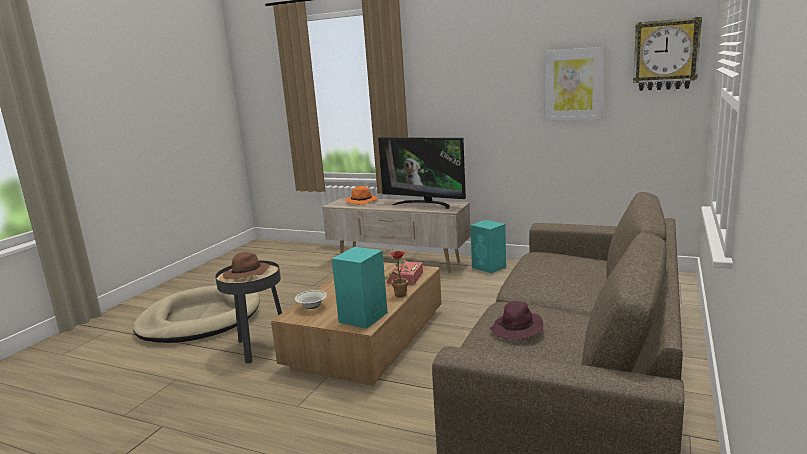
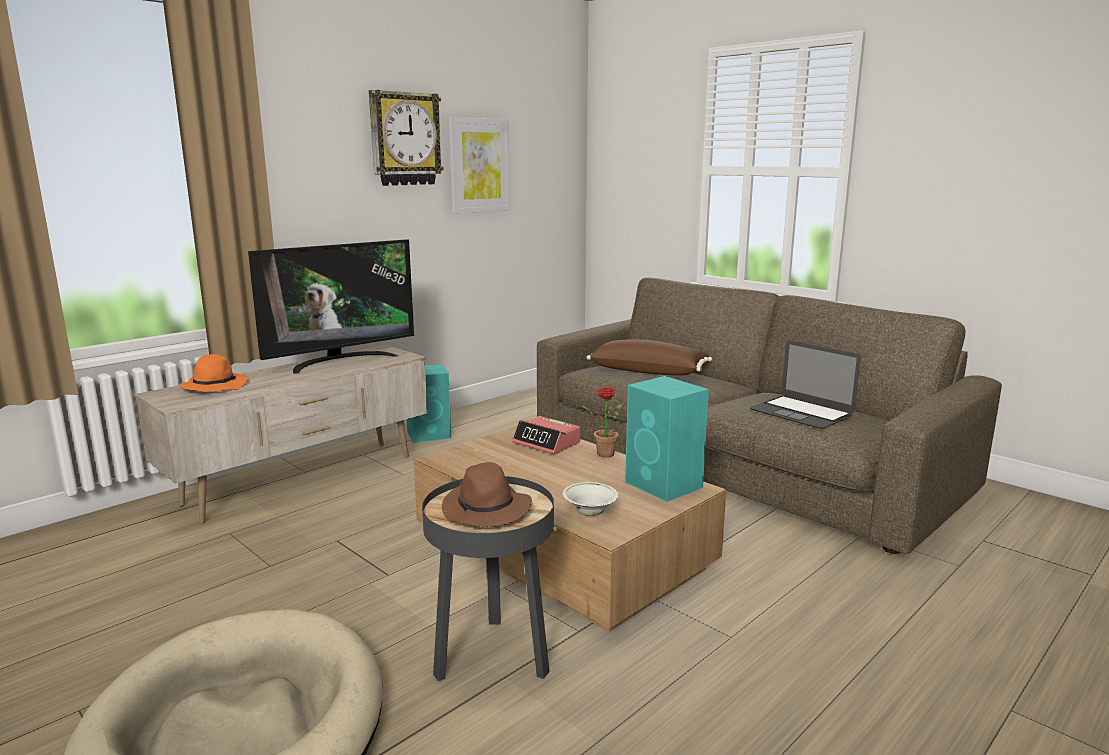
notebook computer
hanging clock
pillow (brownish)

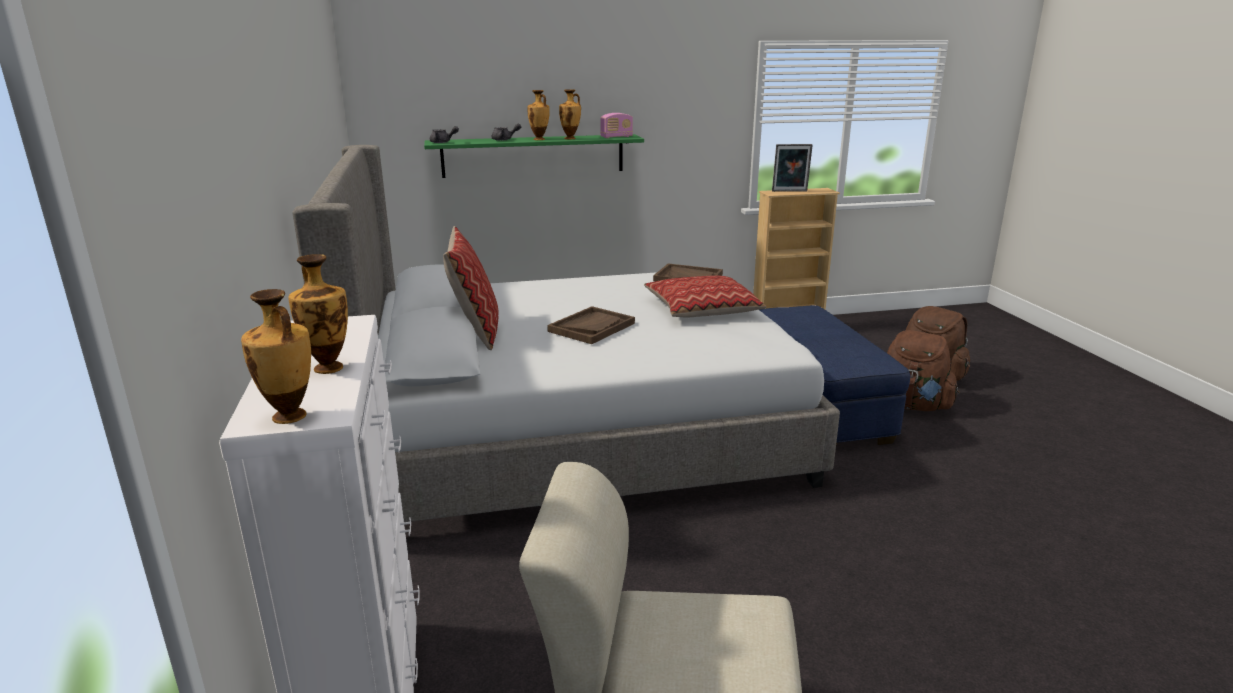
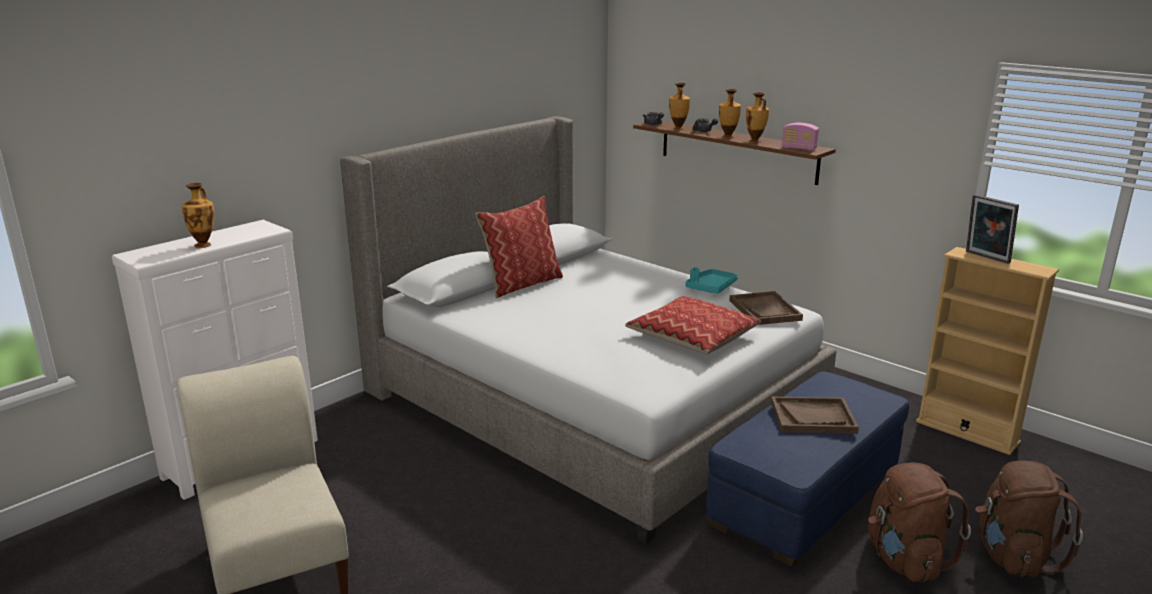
flower vase (2nd from left)
bracket shelf (brownish)
carrying tray (brownish) (2nd from left)
carrying tray (turquoise)

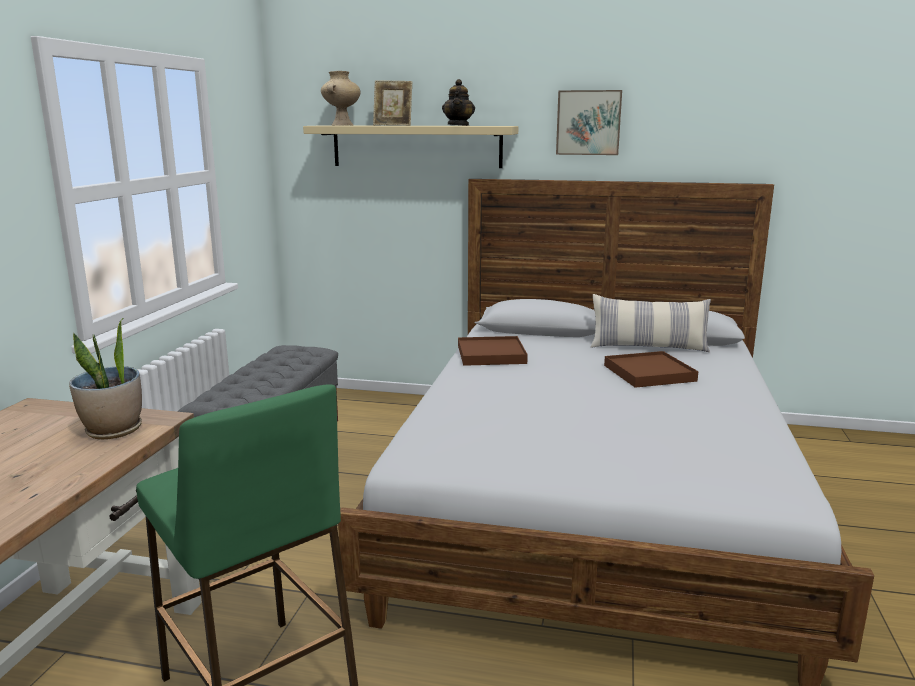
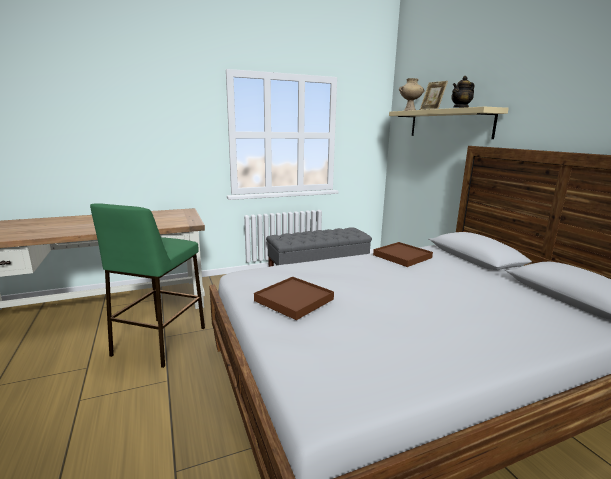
houseplant
wall art
pillow
carrying tray (brownish) (1st from left)

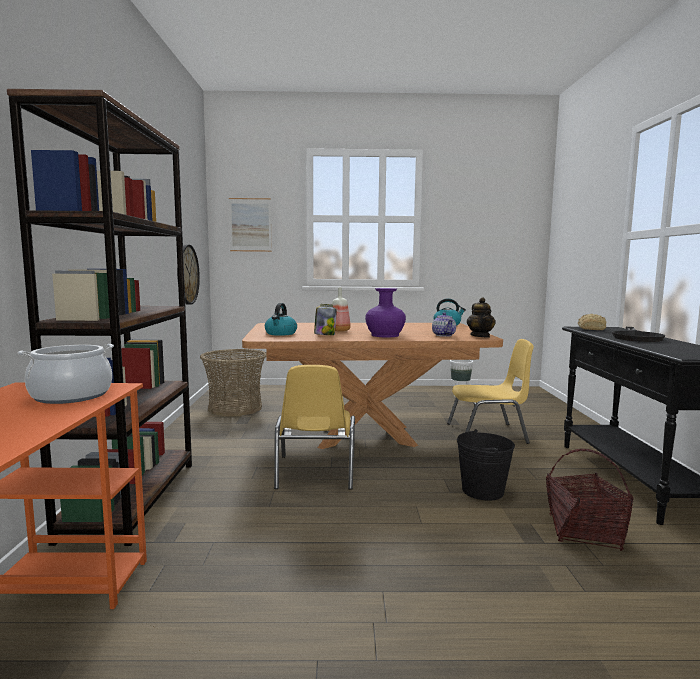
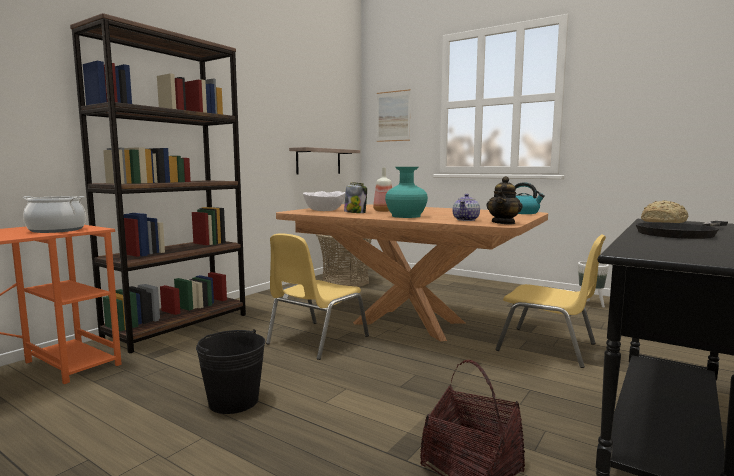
bracket shelf
bowl (white)
flower vase (turquoise)
bucket (blackish)

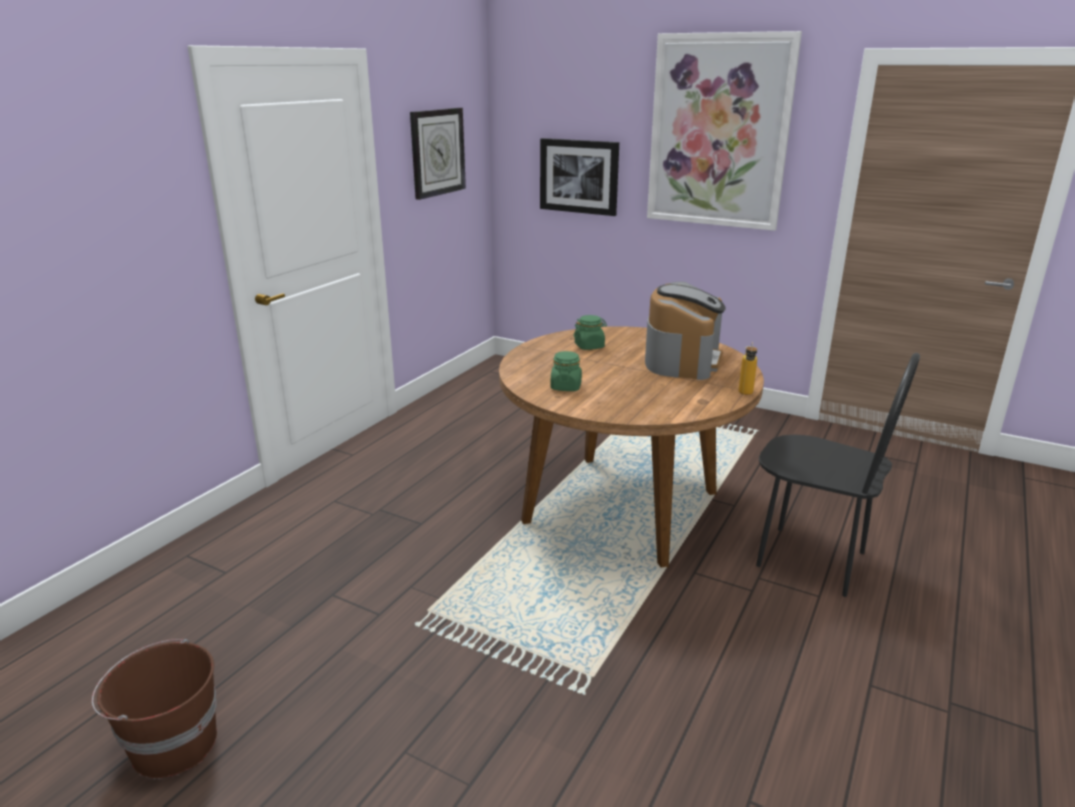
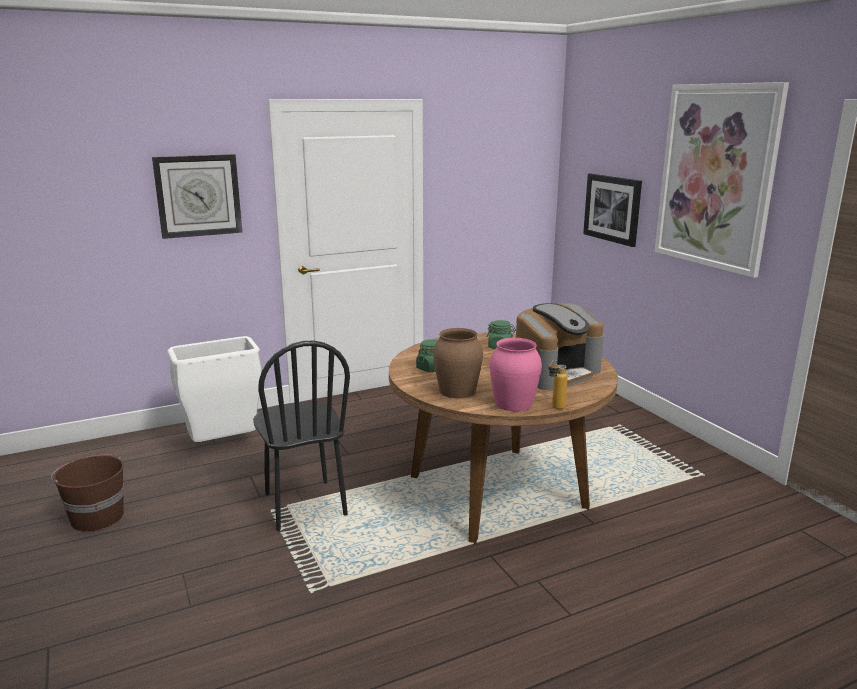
hanging clock
upright chair (blackish)
rubbish bin (white)
flower vase (brownish)
flower vase (pink)

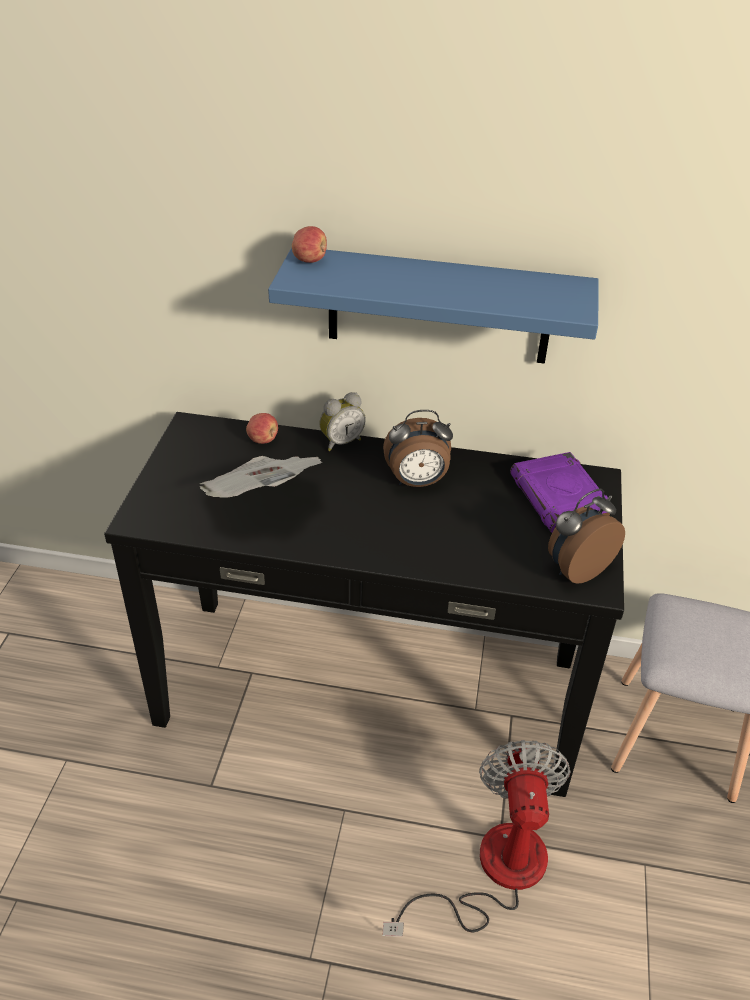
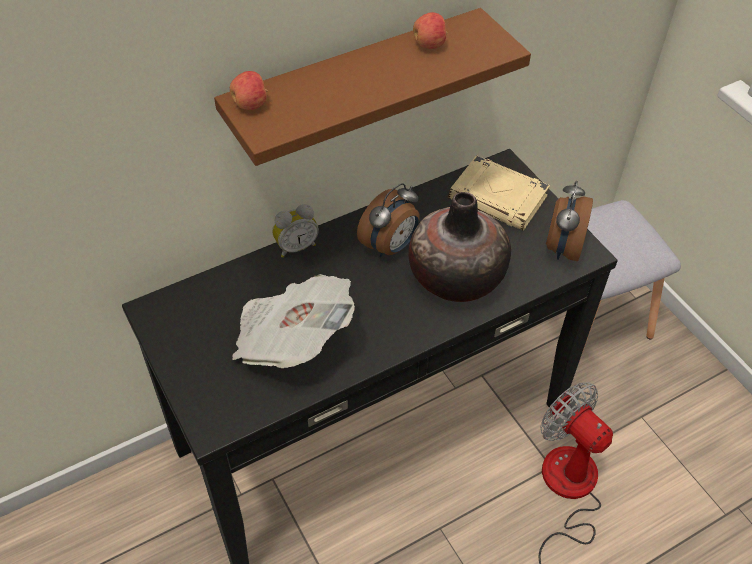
whole apple (2nd from left)
bracket shelf (brownish)
bedside clock (1st from left)
bound book (beige-coloured)
flower vase

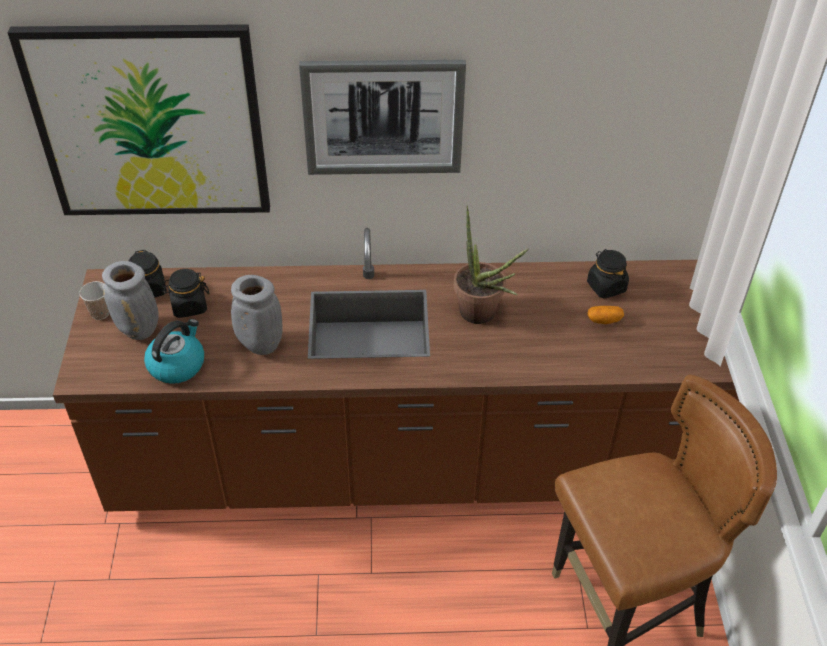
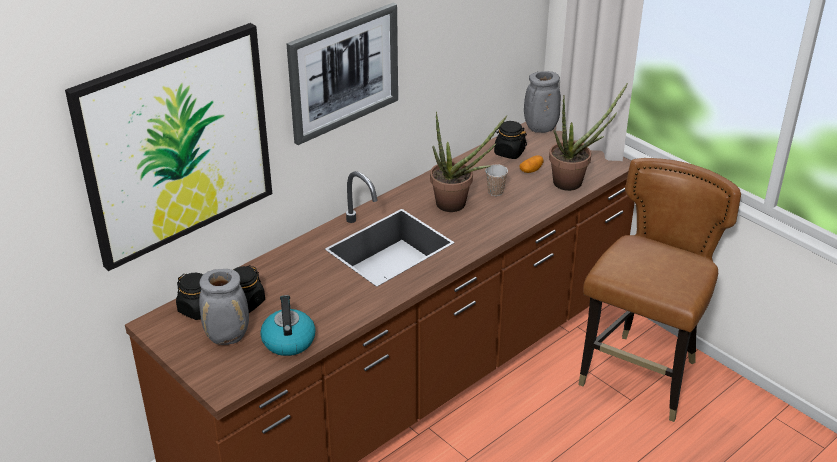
drinking cup
flower vase (greyish) (2nd from left)
houseplant (2nd from left)

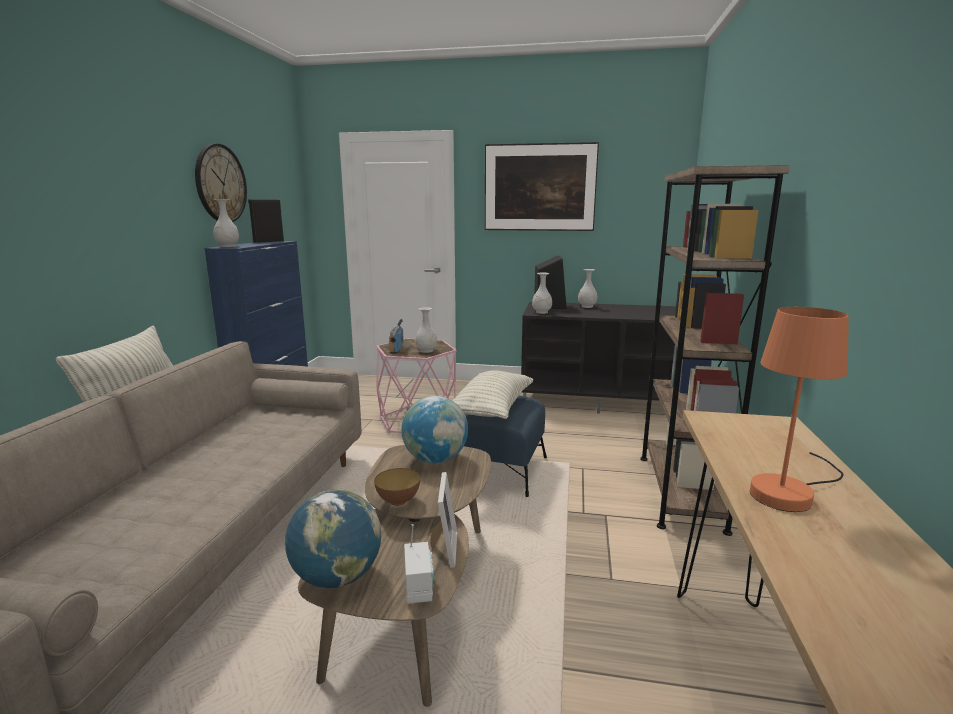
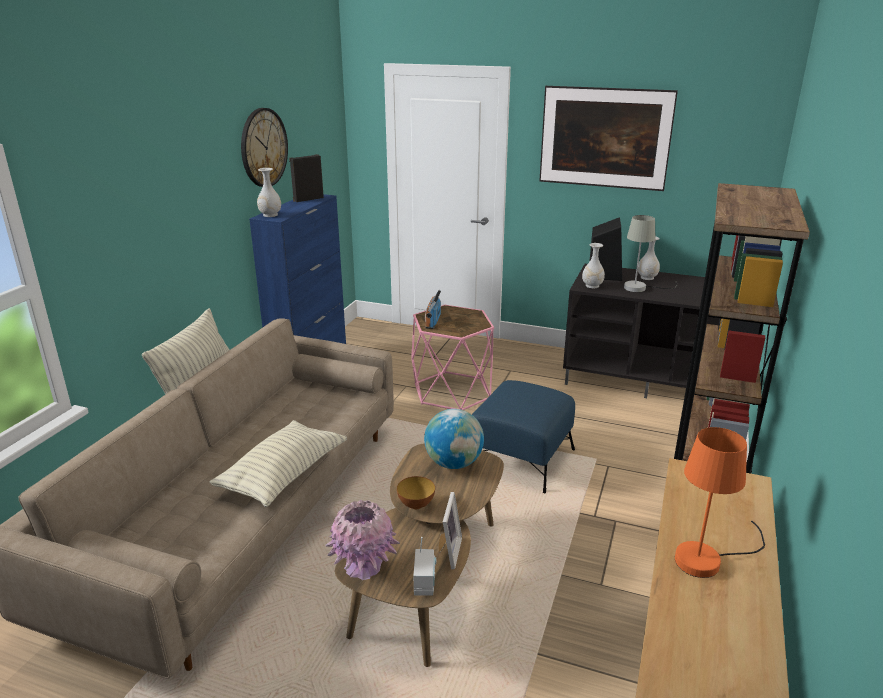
flower vase (pink)
flower vase (white) (2nd from left in the first image)
pillow (2nd from left)
table lamp (greyish)

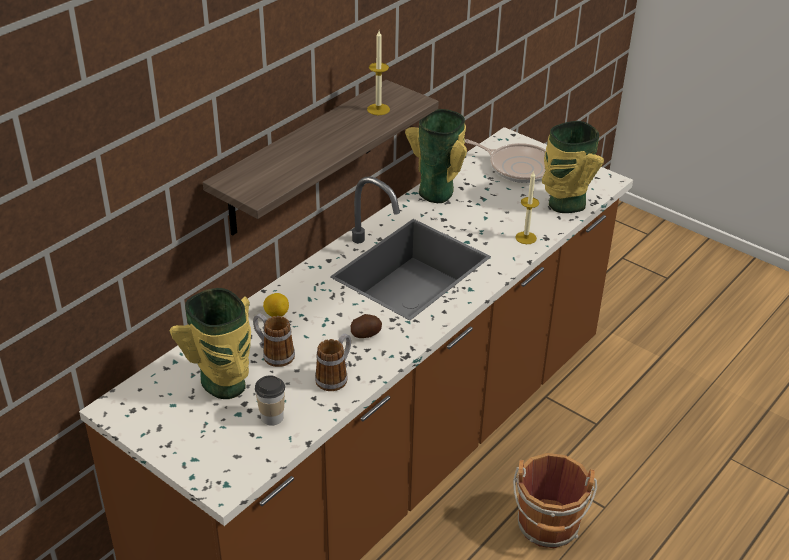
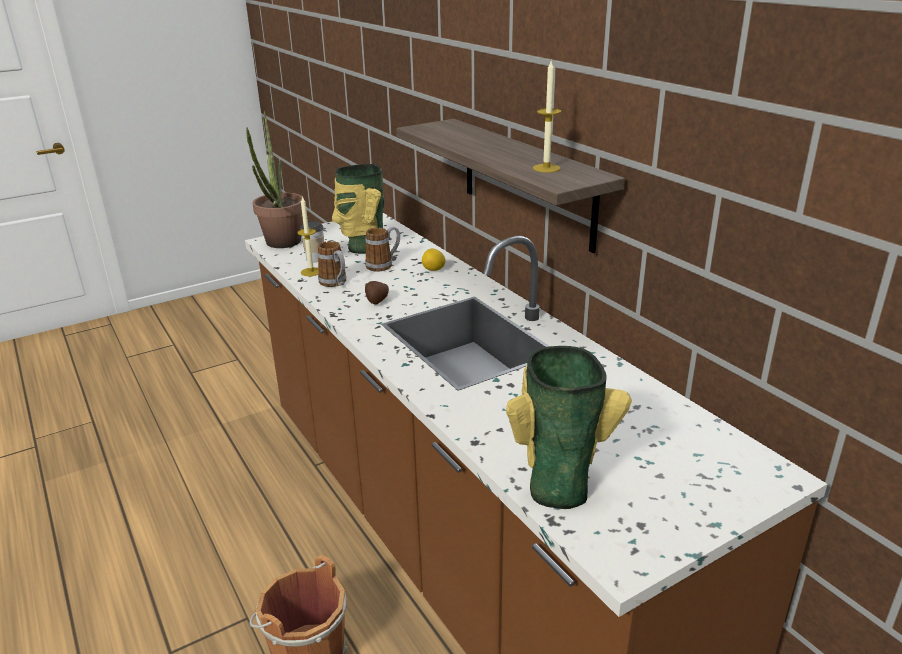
flower vase (2nd from left in the first image)
skillet
candle (1st from left)
houseplant

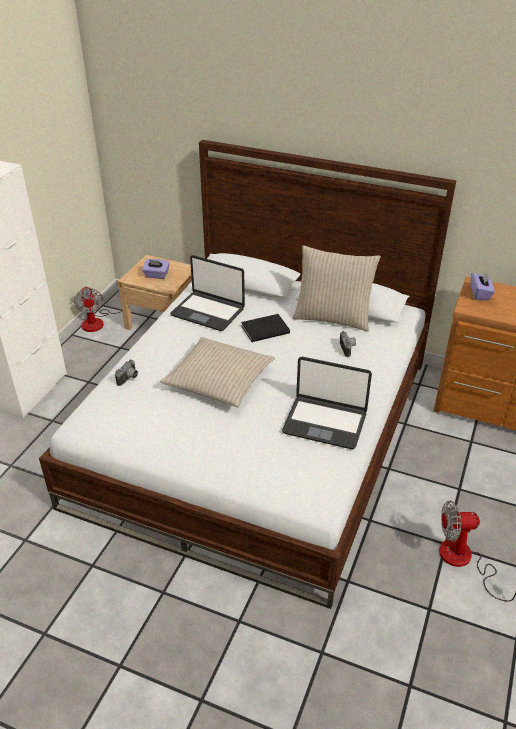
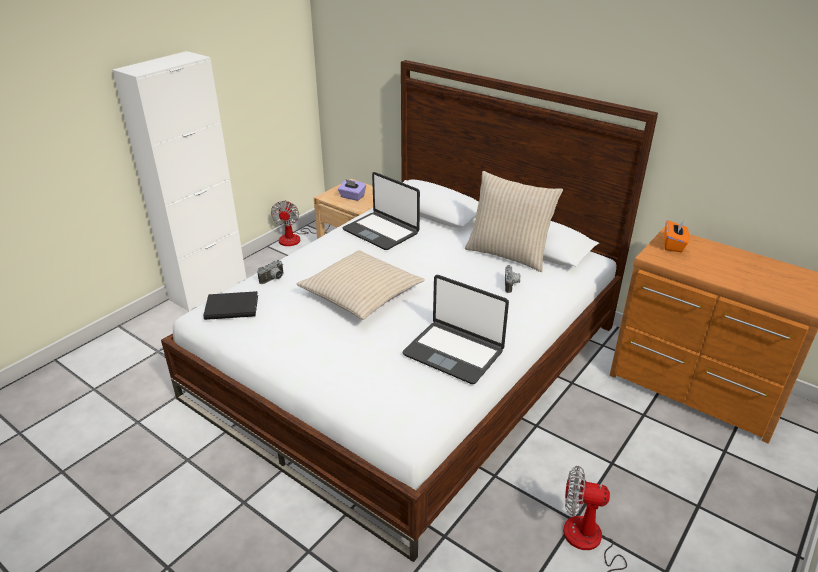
bound book (blackish)
box of tissues (orange)

